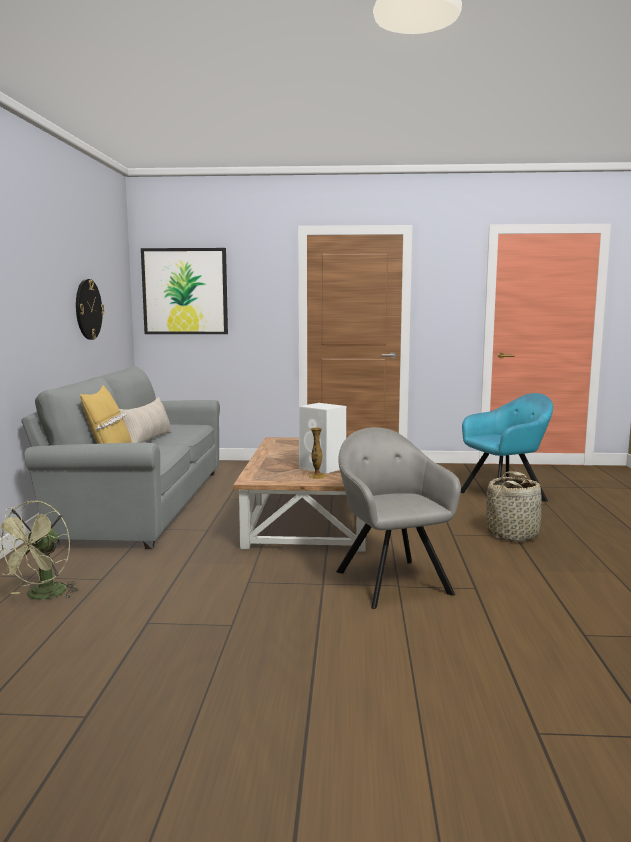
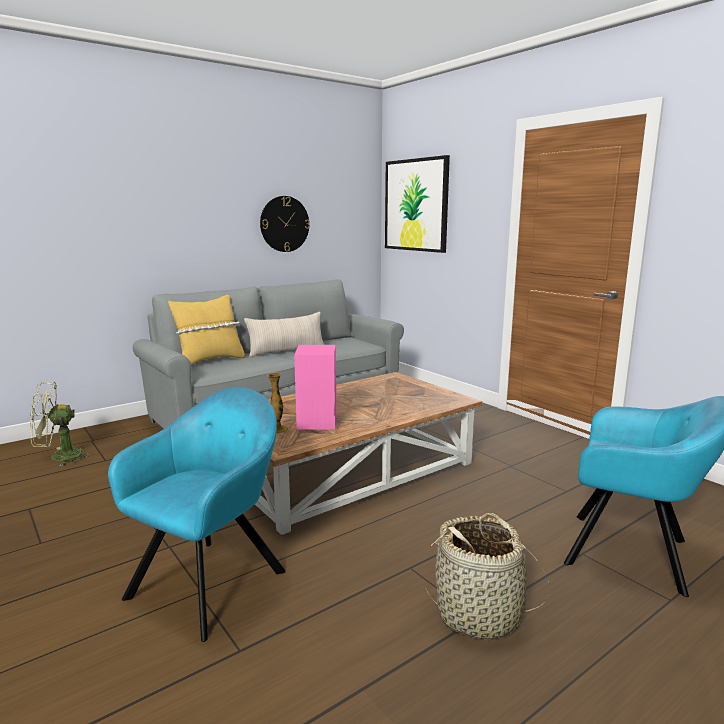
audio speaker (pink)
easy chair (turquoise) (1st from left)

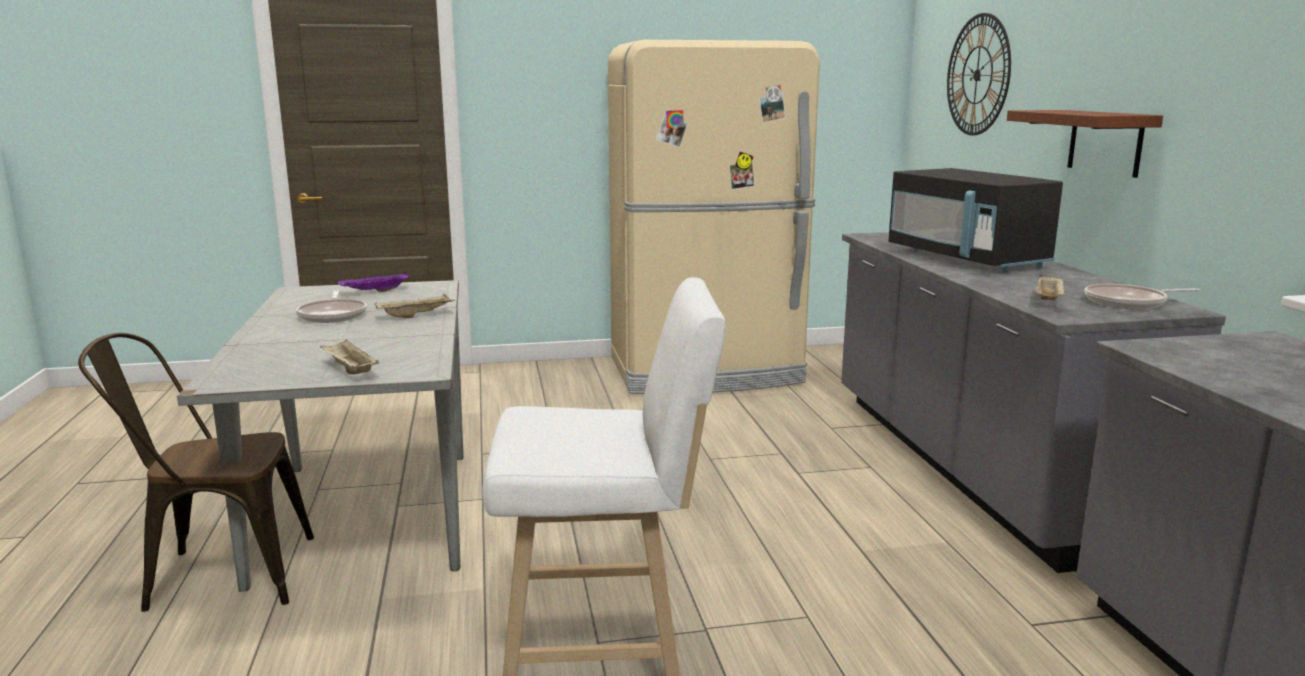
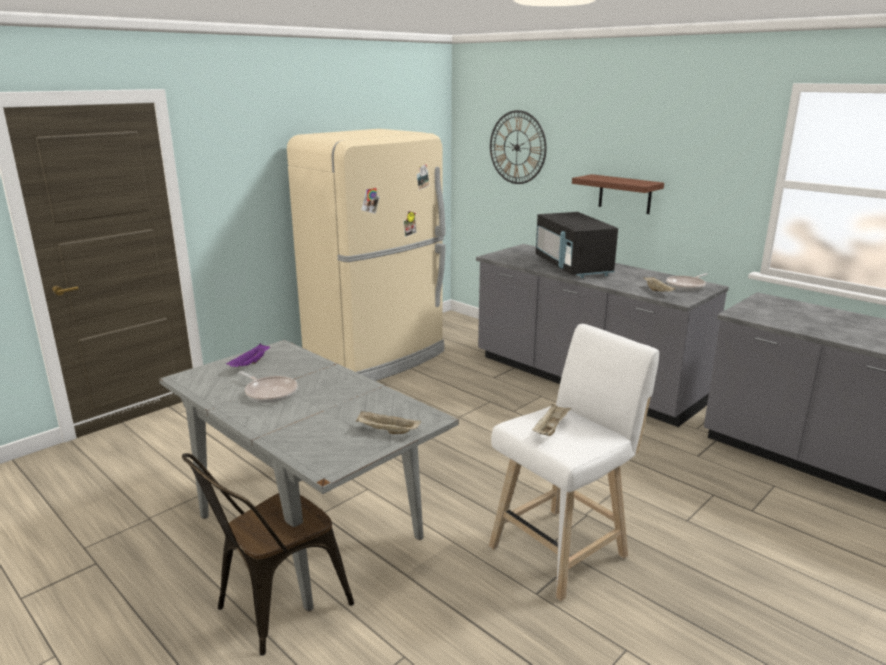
carrying tray (beige-coloured) (2nd from left)
microwave oven (blackish)

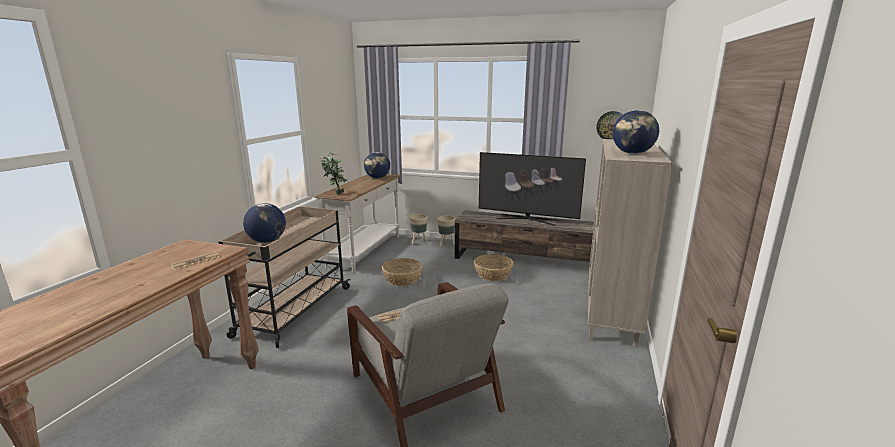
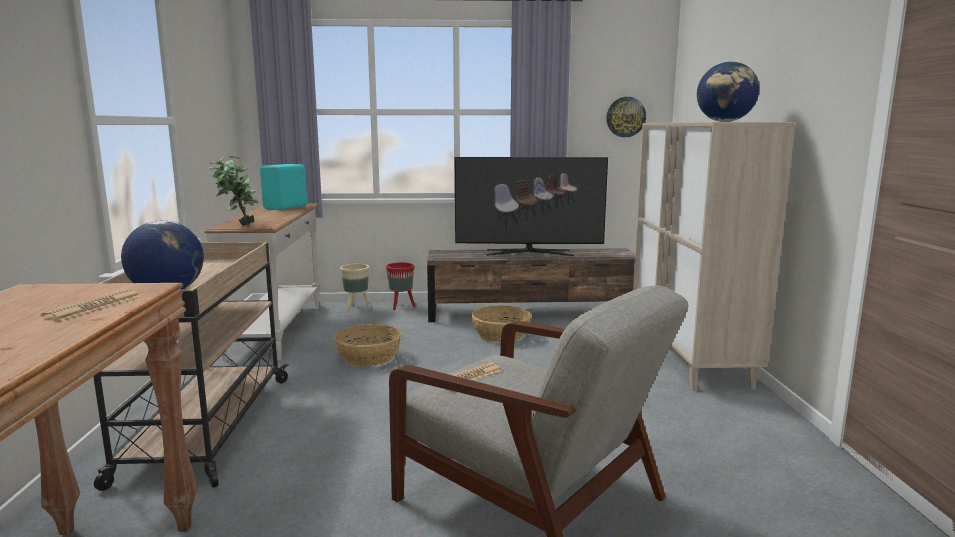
audio speaker (turquoise)
plant pot (red)

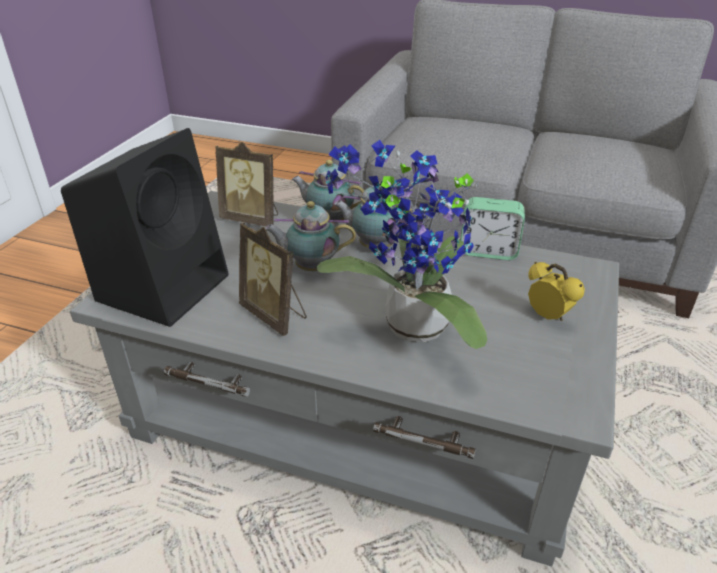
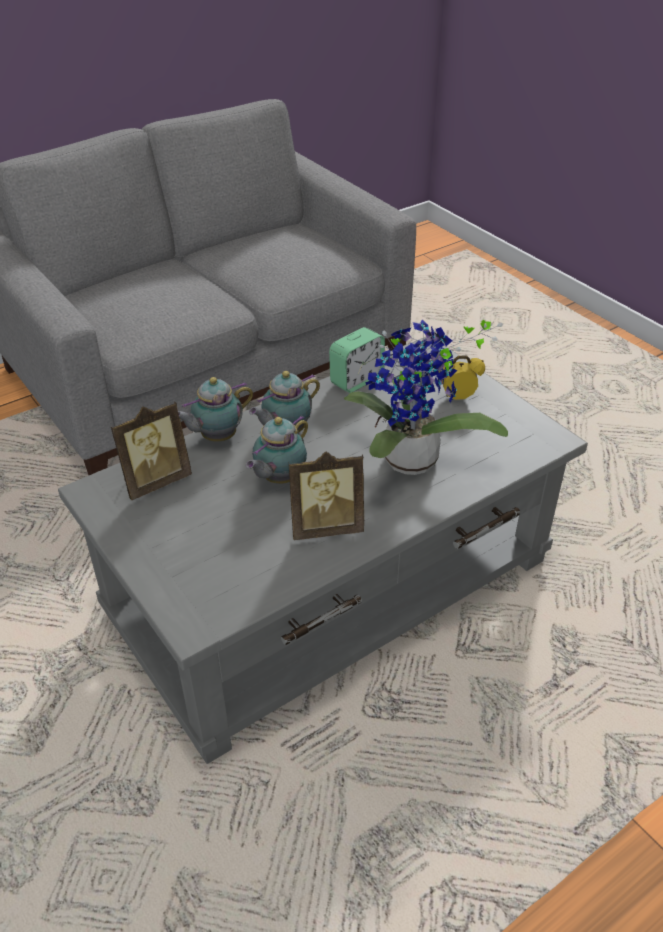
audio speaker (blackish)

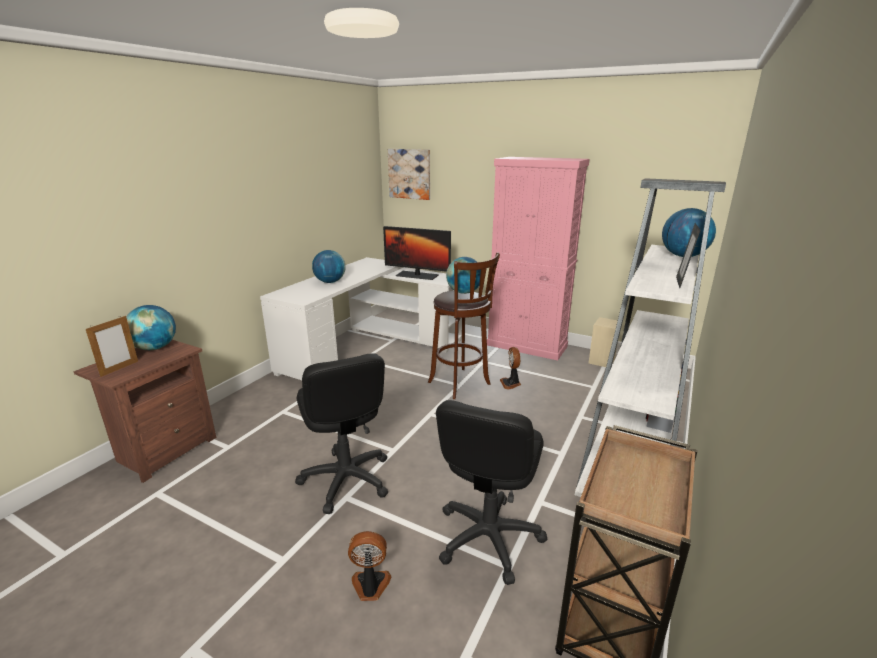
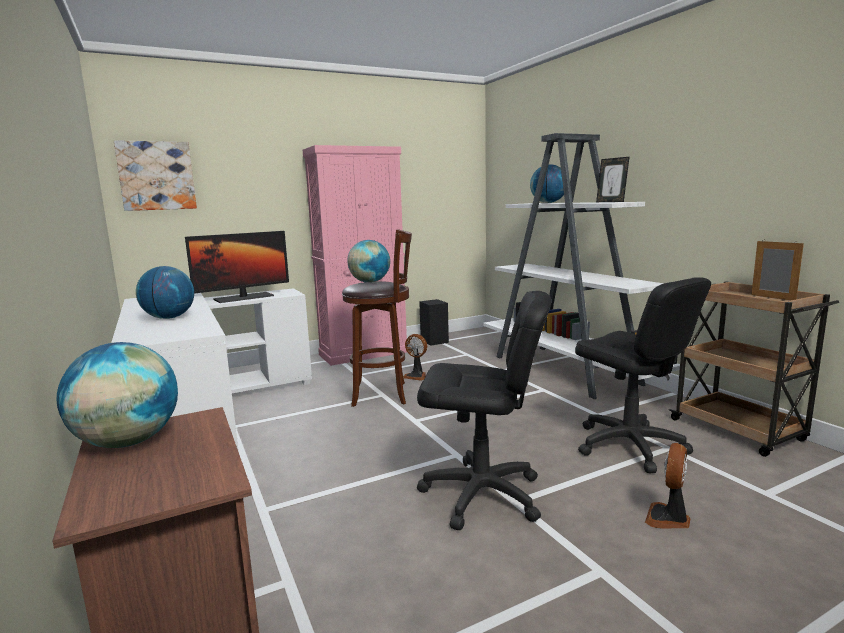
picture frame (2nd from left)
audio speaker (blackish)

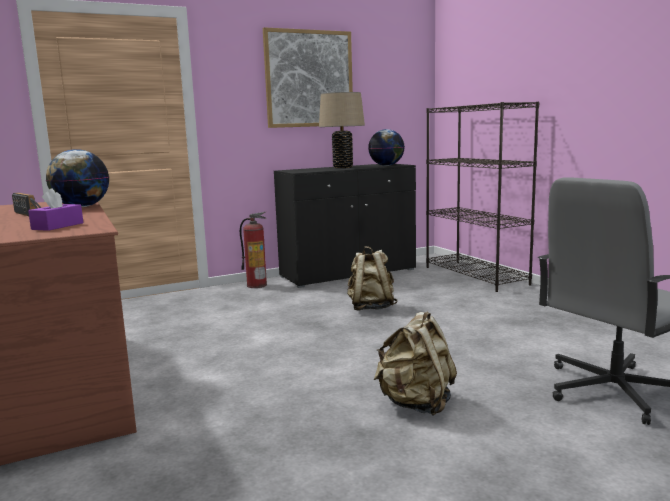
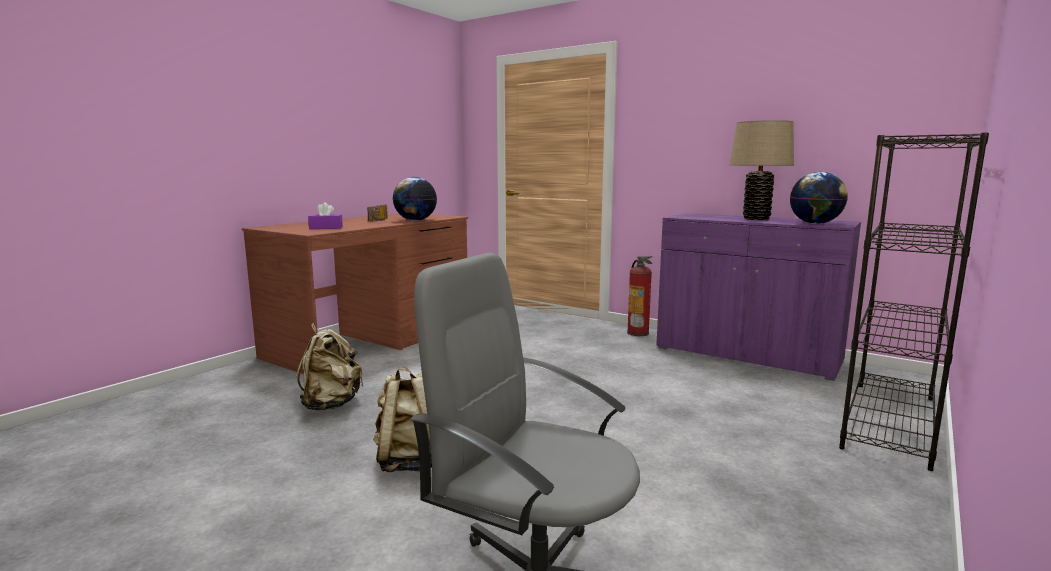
wall art
cabinet (purplish)
knapsack (beige-coloured) (1st from left)

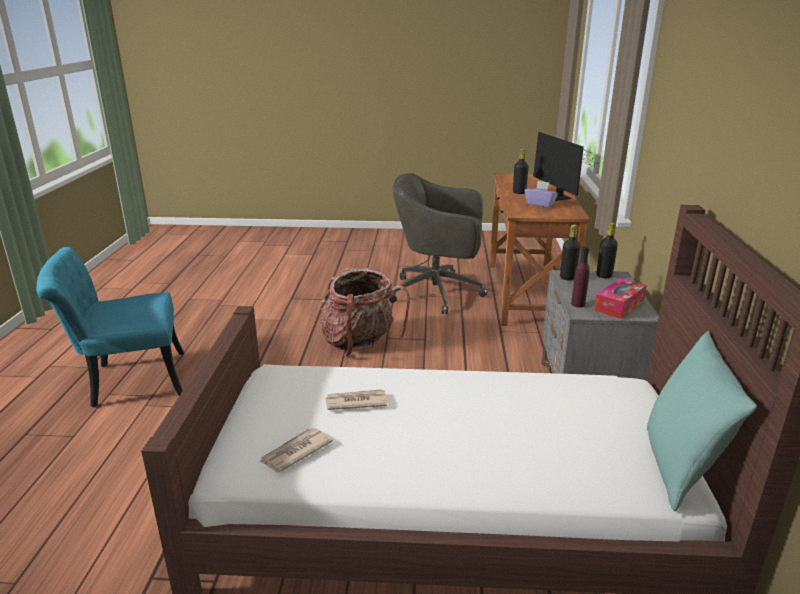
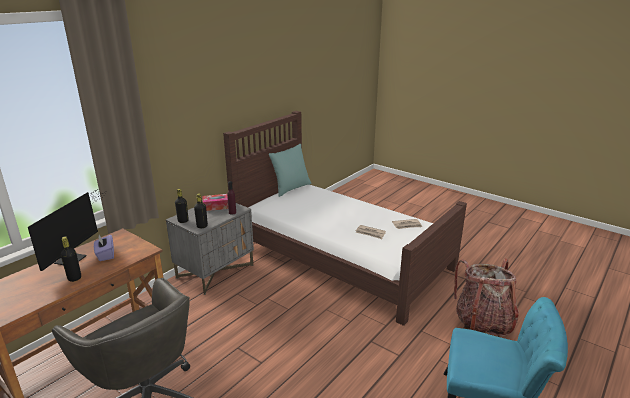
knapsack

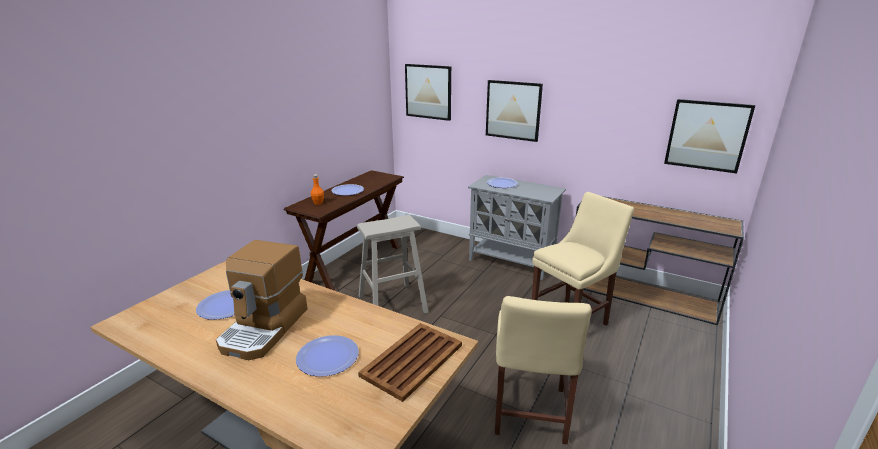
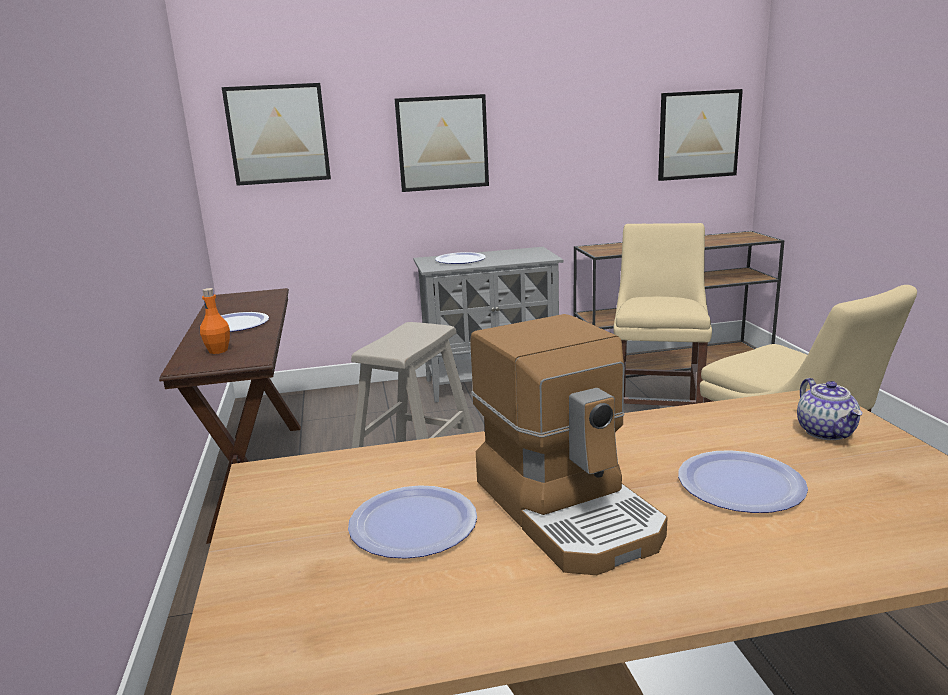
teapot

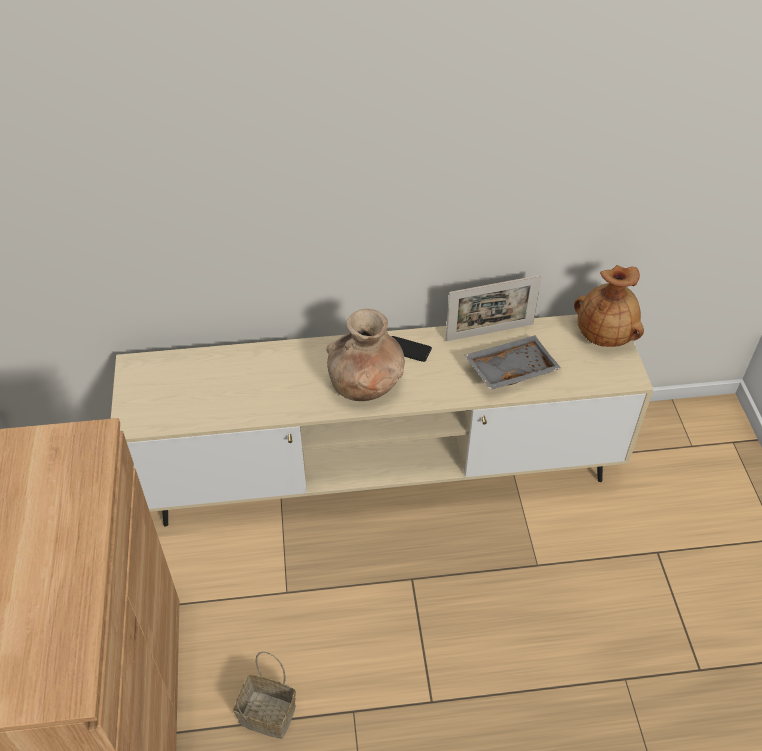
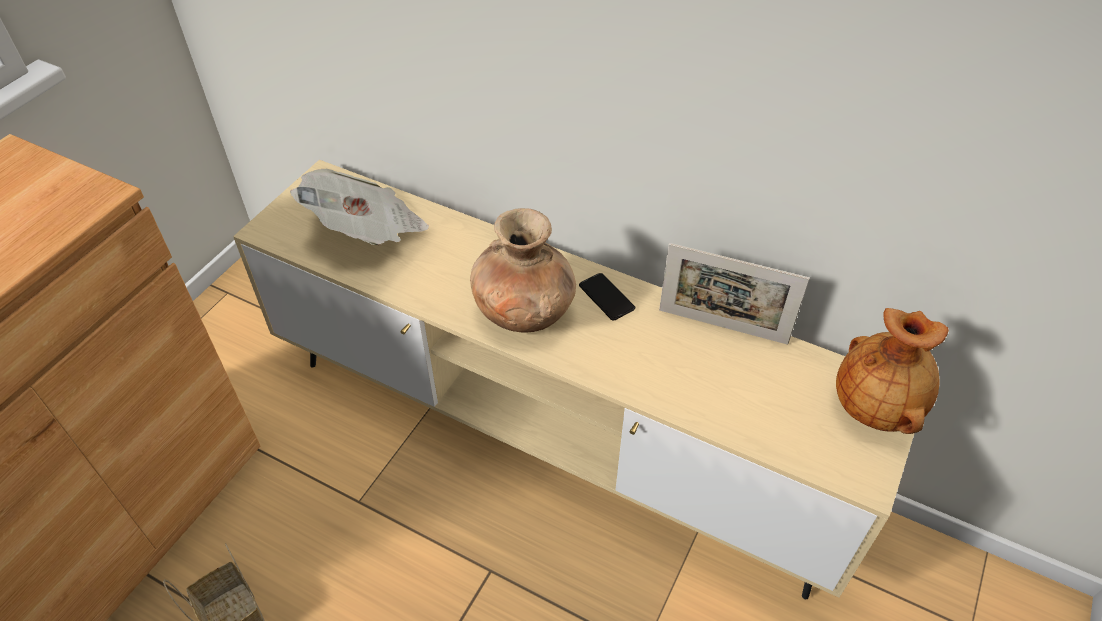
carrying tray (greyish)
printed paper

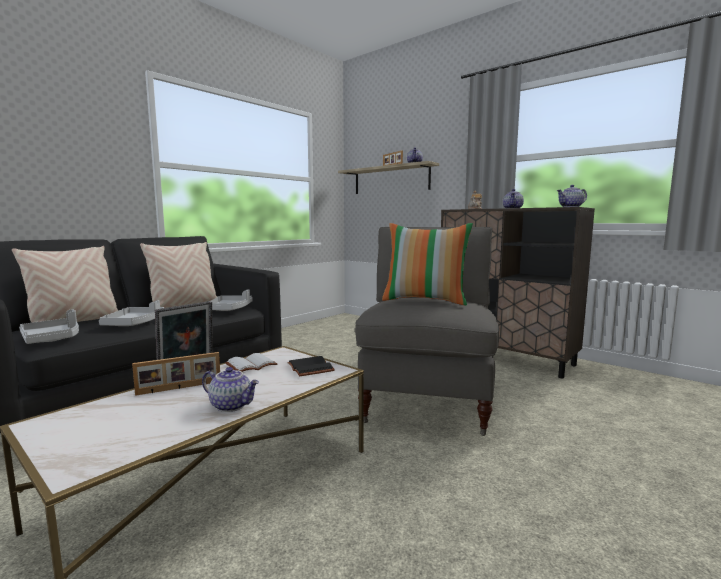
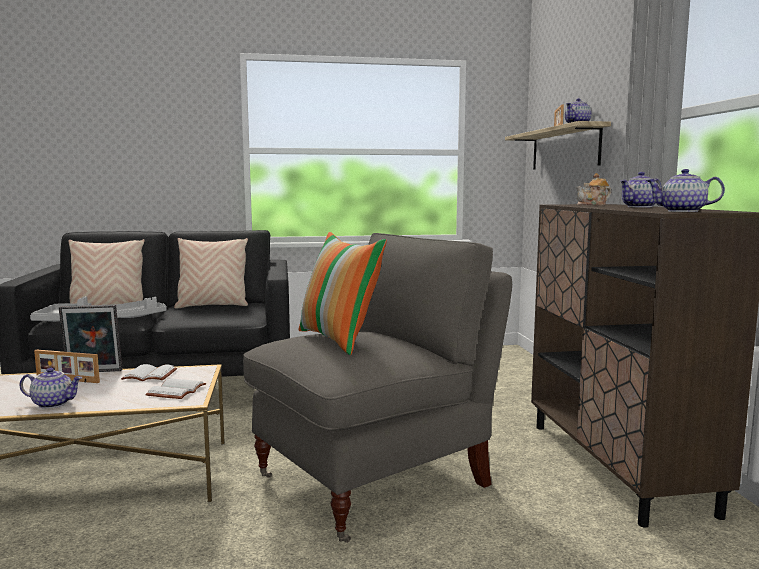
teapot (1st from left)
carrying tray (greyish) (3rd from left in the first image)
bound book (white) (2nd from left)

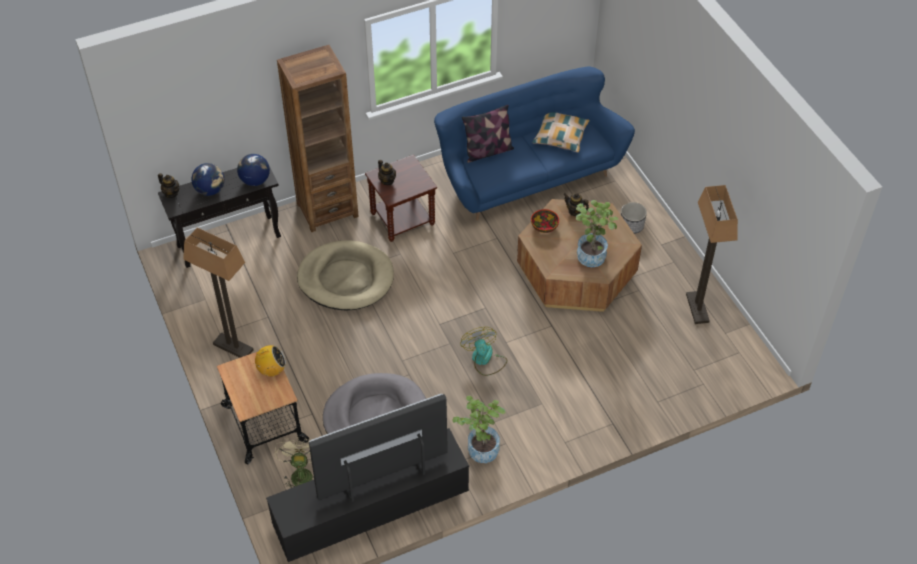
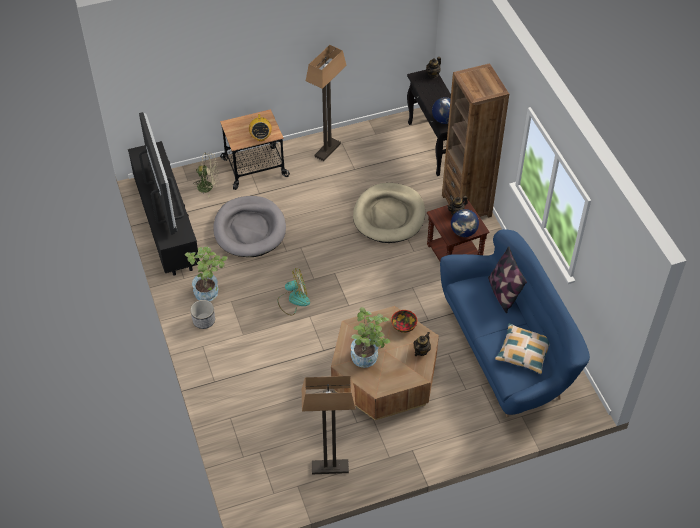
globe (2nd from left)
plant pot

